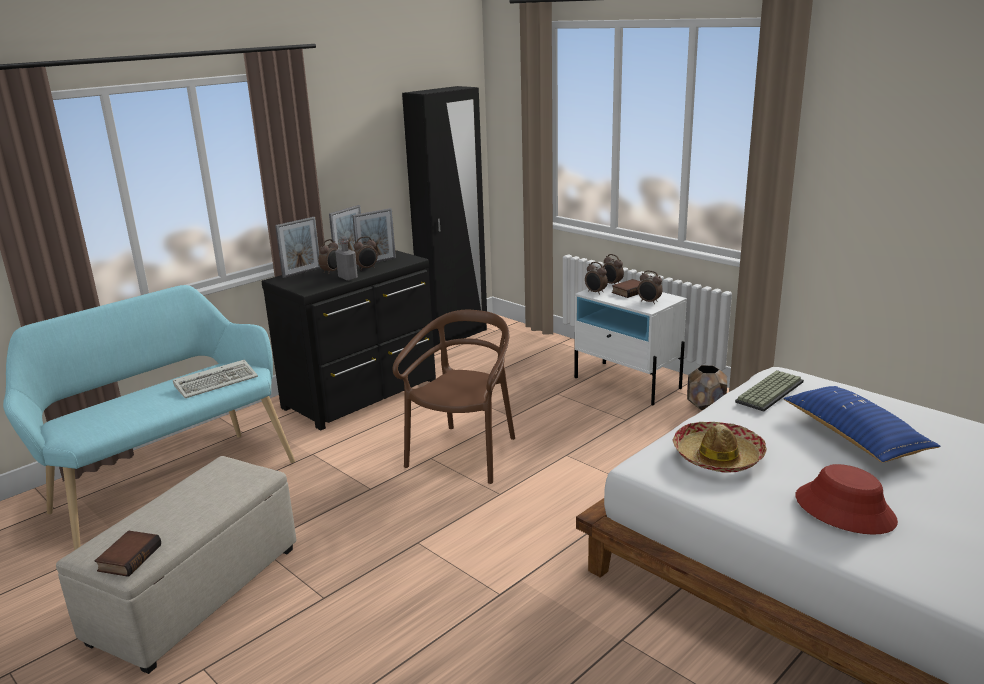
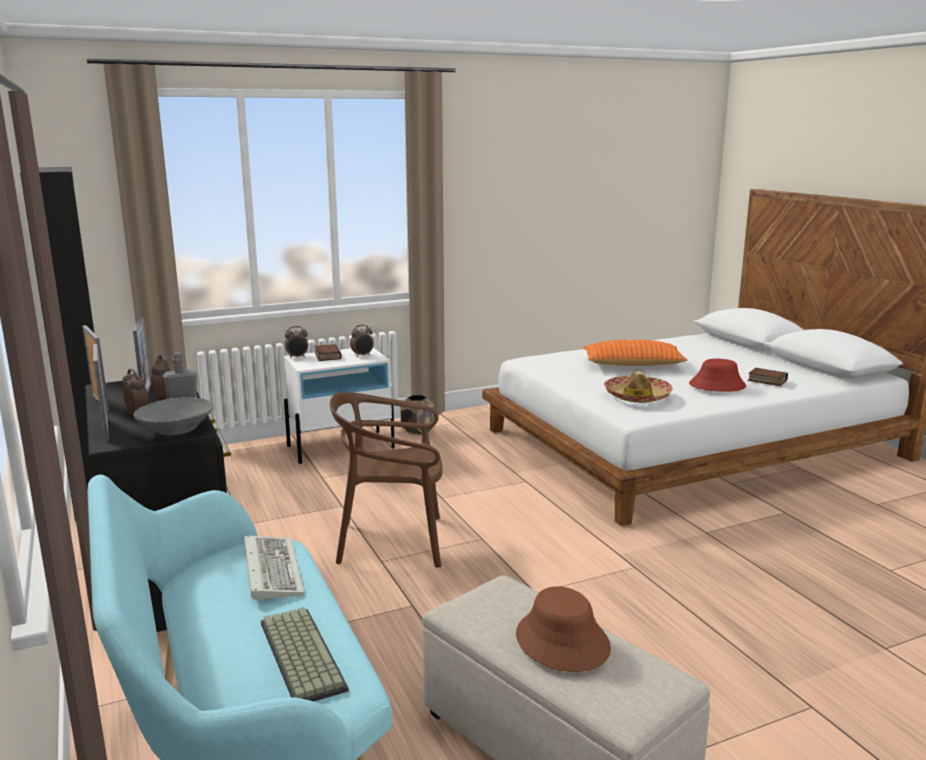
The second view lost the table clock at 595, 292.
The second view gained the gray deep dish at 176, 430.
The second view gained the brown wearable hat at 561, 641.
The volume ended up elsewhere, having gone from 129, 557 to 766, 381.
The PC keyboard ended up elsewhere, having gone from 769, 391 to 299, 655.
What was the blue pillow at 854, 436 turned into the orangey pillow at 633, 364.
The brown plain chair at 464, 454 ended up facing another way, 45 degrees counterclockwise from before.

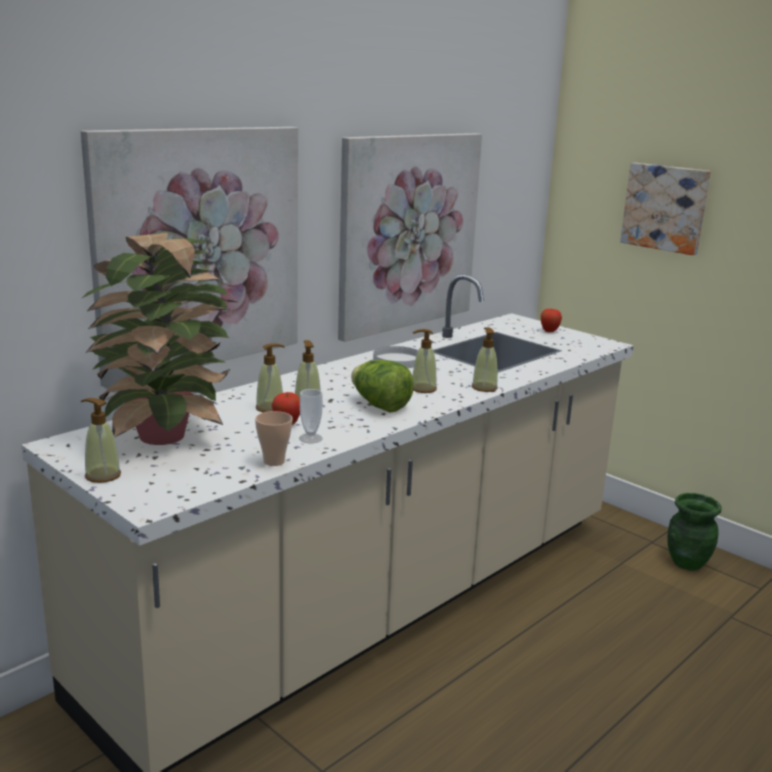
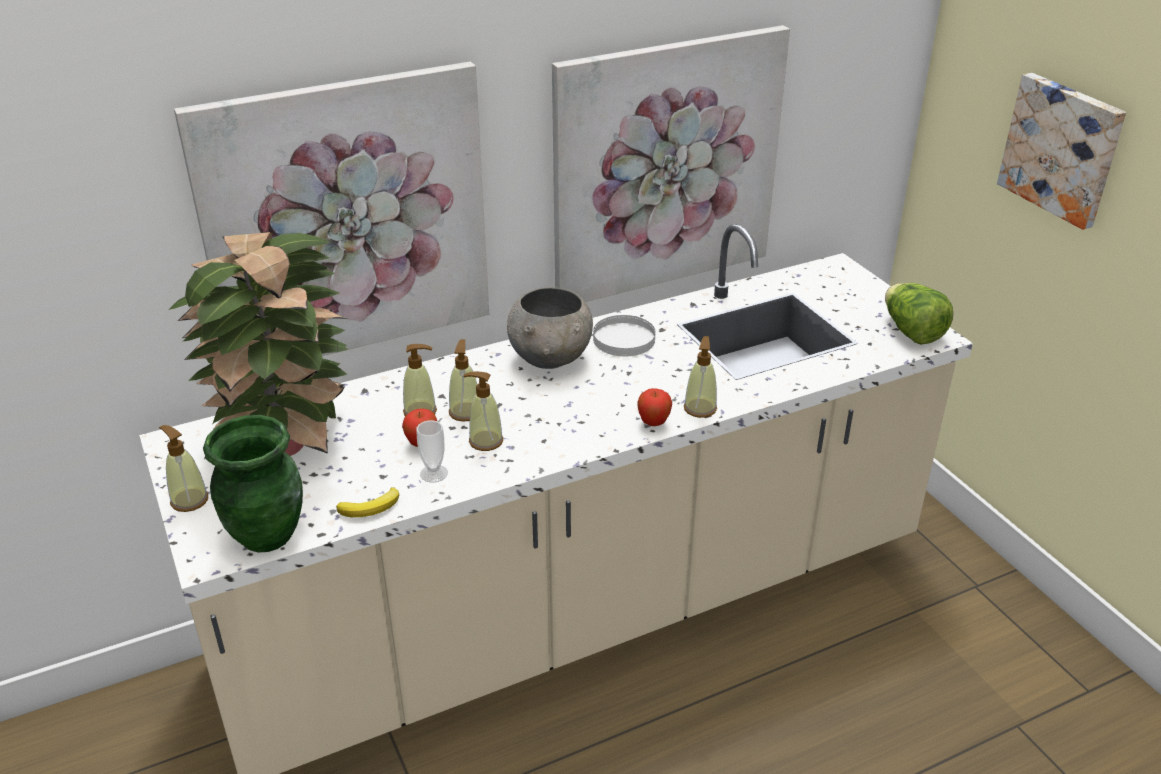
The second view gained the gray deep dish at 551, 359.
The lettuce ended up elsewhere, having gone from 379, 405 to 911, 332.
The liquid soap bottle ended up elsewhere, having gone from 423, 389 to 485, 441.
The whole apple ended up elsewhere, having gone from 549, 331 to 653, 423.
The green vase ended up elsewhere, having gone from 687, 562 to 267, 534.
Where the drinking cup stood at 274, 461, the whole banana came to stand at 371, 507.

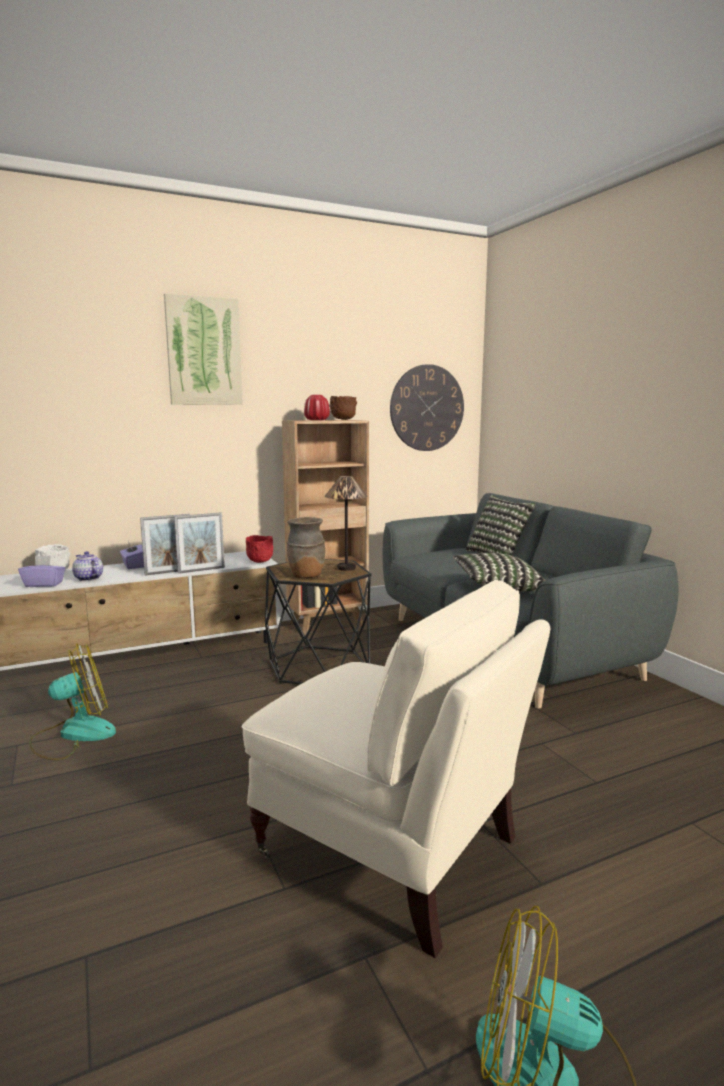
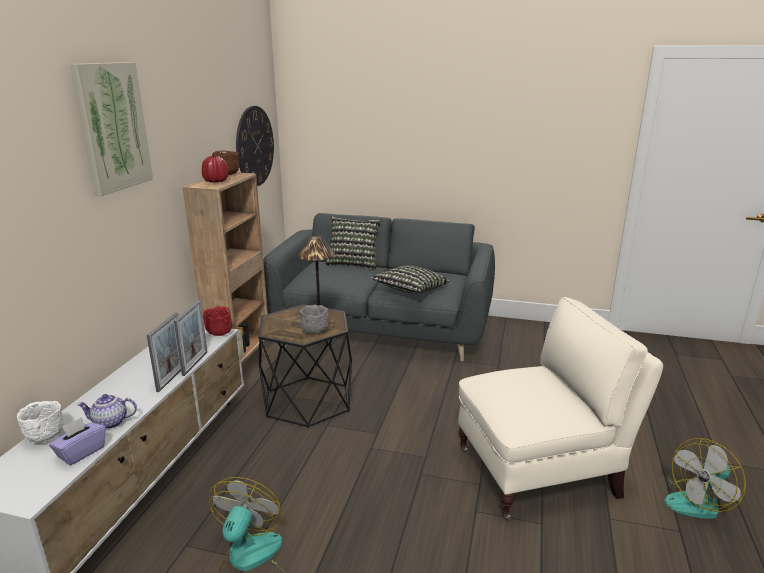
The second view lost the purplish box of tissues at 133, 566.
Where the brown vase stood at 306, 576, the gray deep dish came to stand at 314, 332.

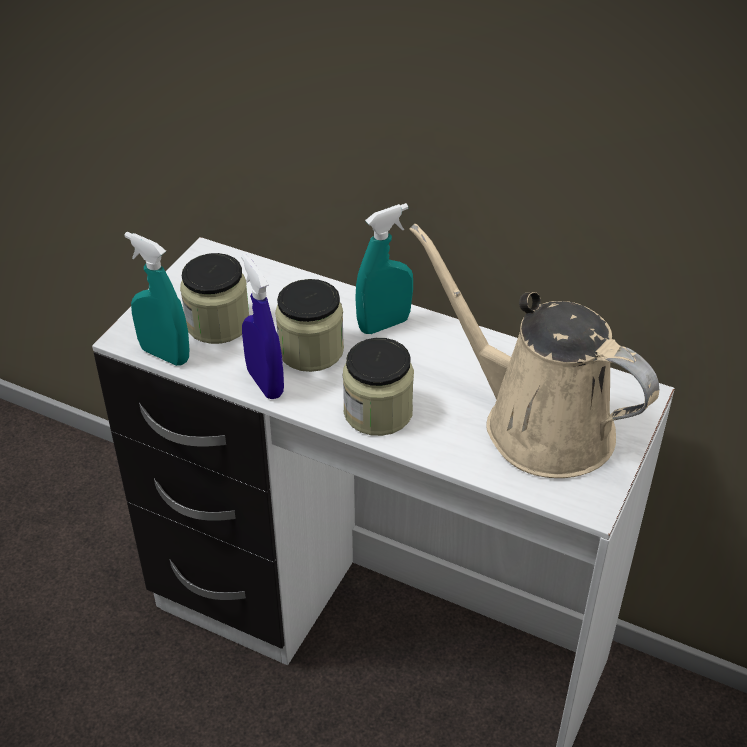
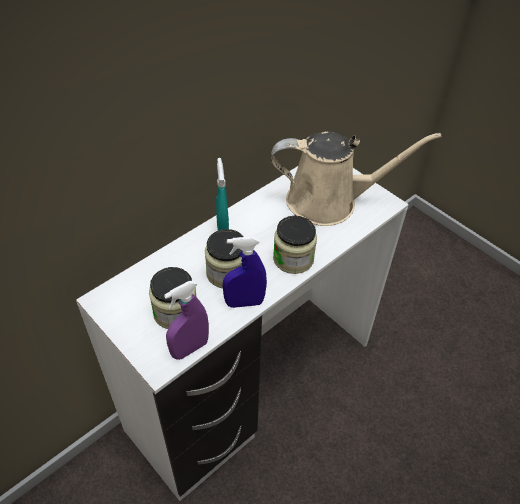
What was the turquoise sprayer at 165, 354 turned into the purplish sprayer at 190, 348.
The beige sprinkling can at 537, 423 ended up facing another way, 150 degrees counterclockwise from before.

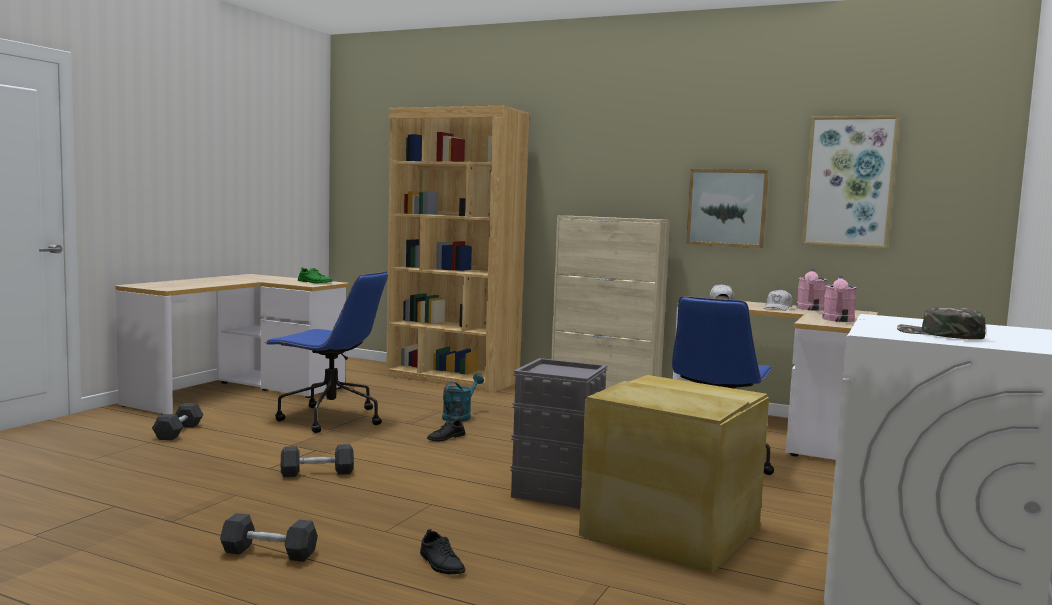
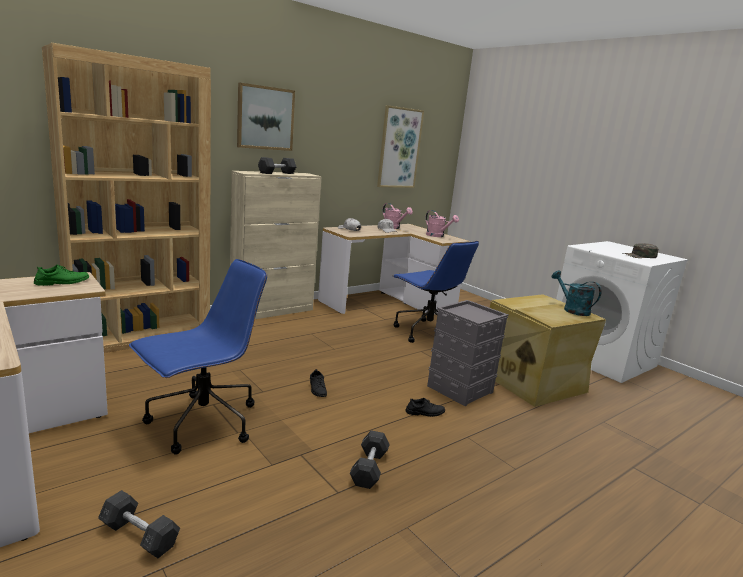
The gray free weight ended up elsewhere, having gone from 269, 553 to 277, 173.
The black-coloured low shoe ended up elsewhere, having gone from 441, 564 to 425, 412.
The turquoise sprinkling can ended up elsewhere, having gone from 459, 416 to 572, 309.
The wall picture ended up elsewhere, having gone from 727, 208 to 265, 118.

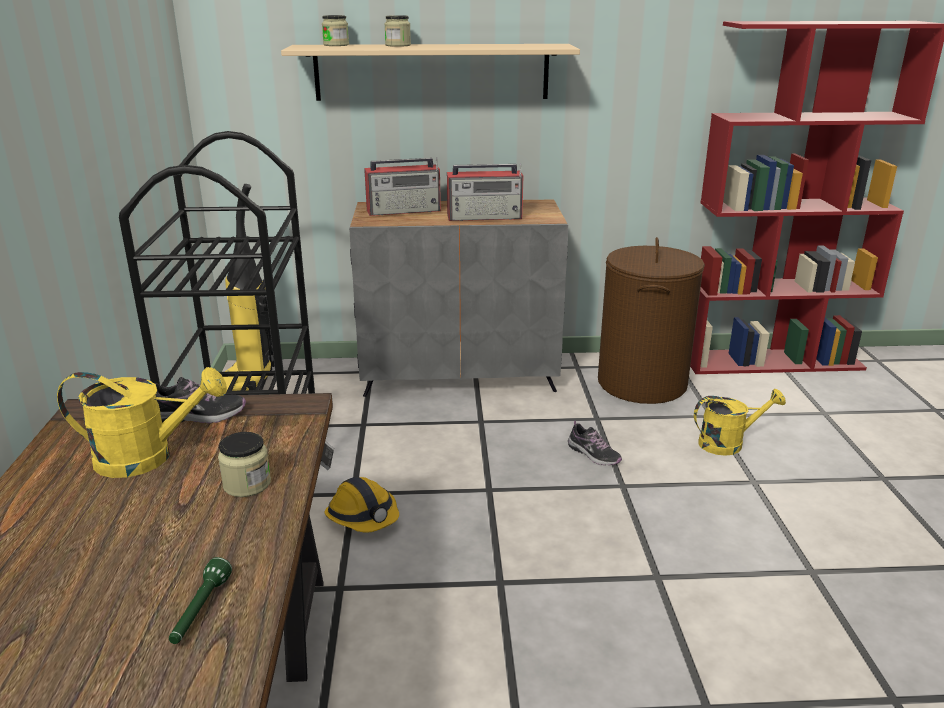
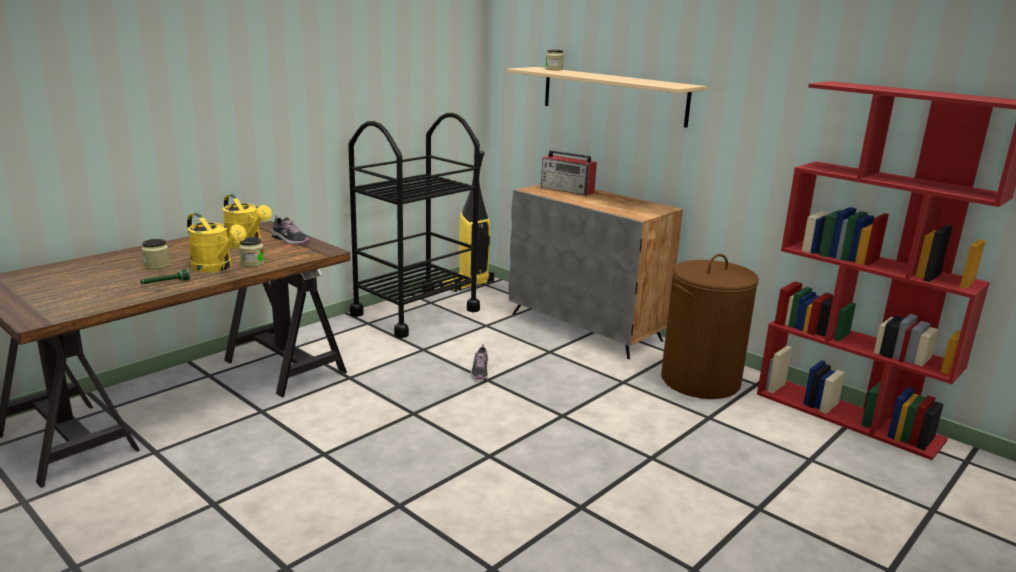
The second view lost the work helmet at 363, 517.
The second view lost the radio at 485, 217.
The preserve jar ended up elsewhere, having gone from 398, 45 to 157, 265.
The low shoe ended up elsewhere, having gone from 593, 454 to 480, 371.
The yellowish sprinkling can ended up elsewhere, having gone from 728, 443 to 216, 267.

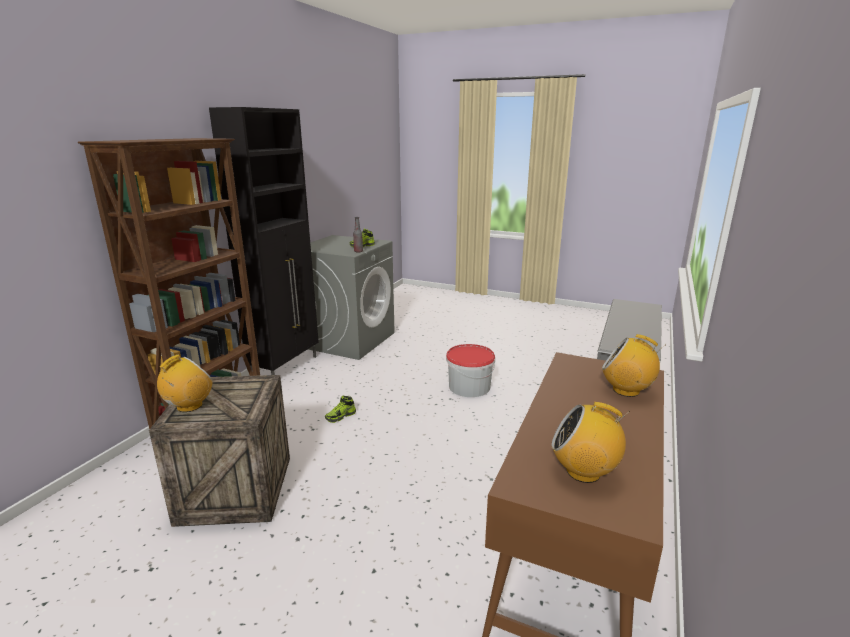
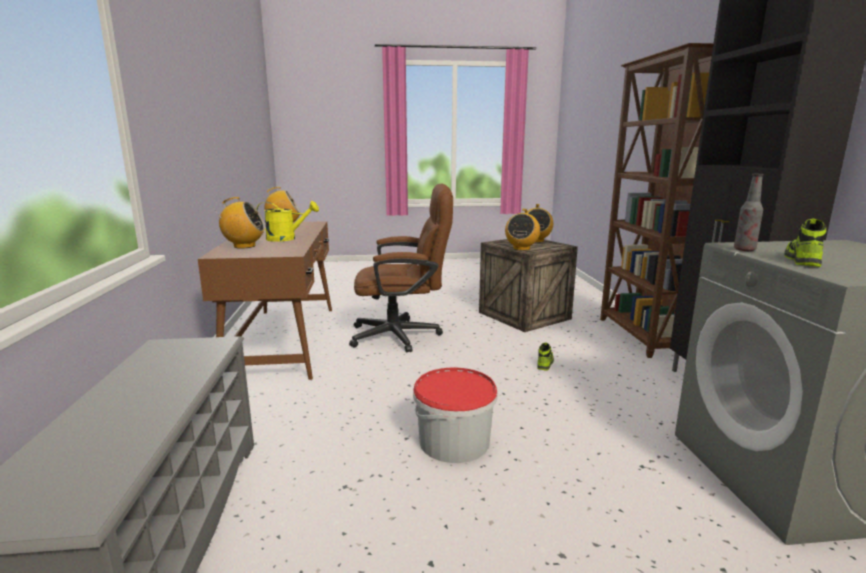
The second view gained the yellowish sprinkling can at 286, 239.
The second view gained the brown computer chair at 404, 335.
The second view gained the radio at 521, 248.

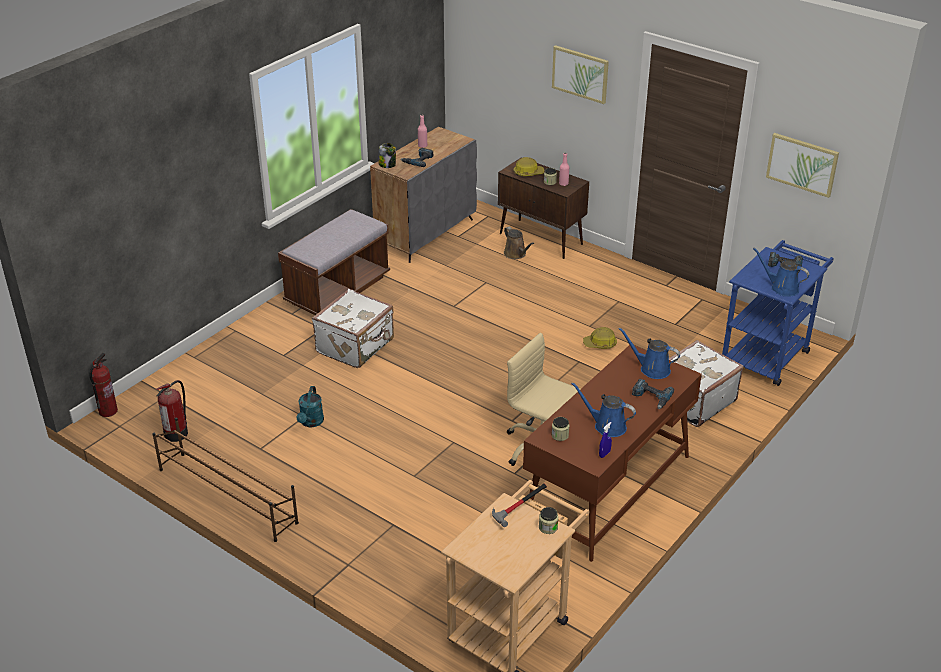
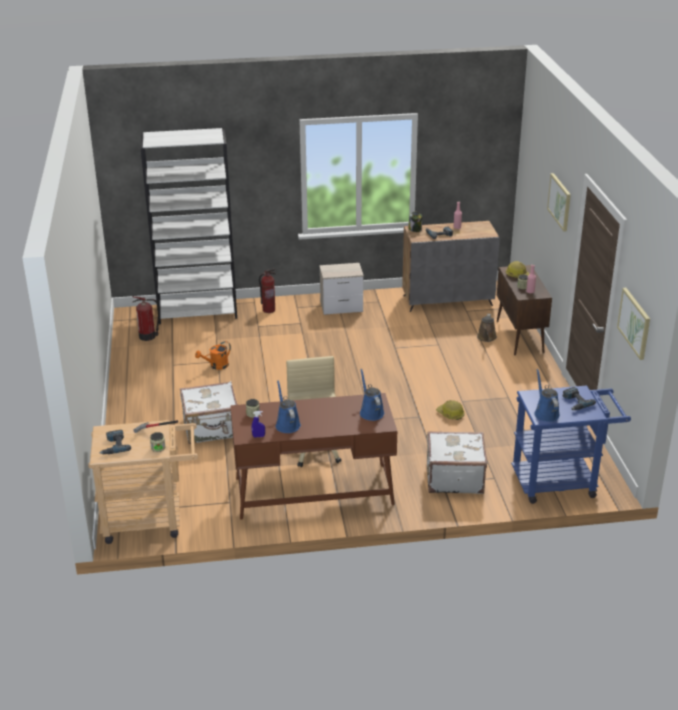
The second view lost the brown shoe shelf at 227, 495.
The second view gained the whitish bookcase at 198, 311.
The fire extinguisher ended up elsewhere, having gone from 108, 411 to 269, 310.
The whitish suitcase ended up elsewhere, having gone from 356, 346 to 211, 429.
The drill ended up elsewhere, having gone from 651, 397 to 114, 446.
Where the brown bench stood at 337, 290, the bedside table came to stand at 342, 307.
What was the turquoise sprinkling can at 311, 423 turned into the orangey sprinkling can at 216, 366.

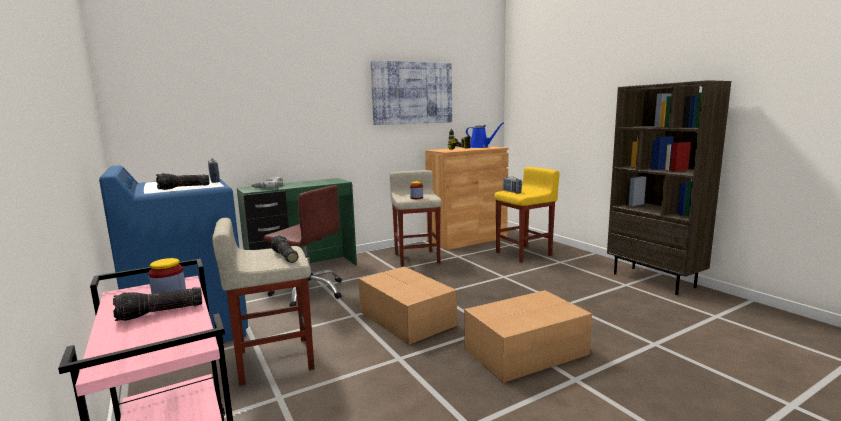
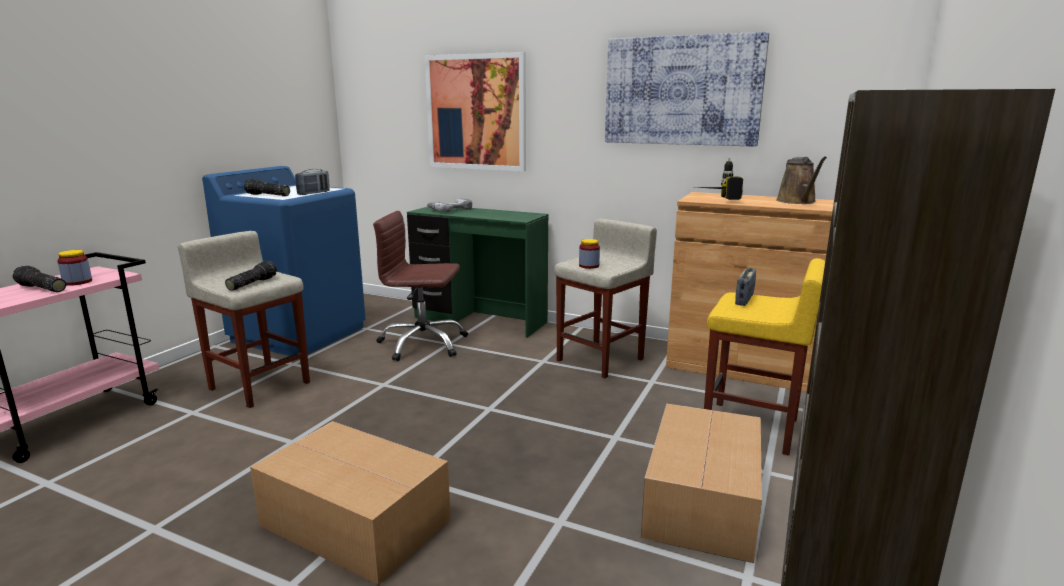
The second view gained the wall picture at 476, 112.
The carton ended up elsewhere, having gone from 406, 318 to 703, 500.
What was the blue sprinkling can at 481, 147 turned into the brown sprinkling can at 797, 202.
The brown computer chair at 309, 292 ended up facing another way, 105 degrees clockwise from before.

